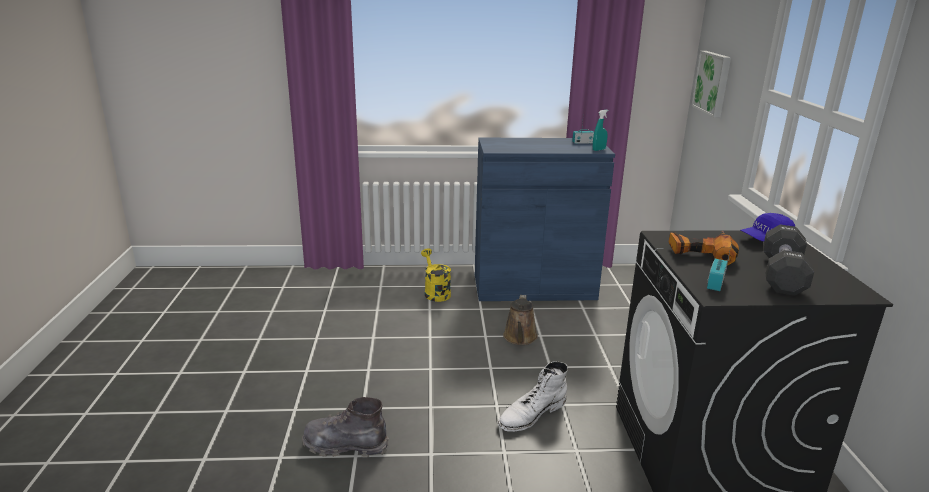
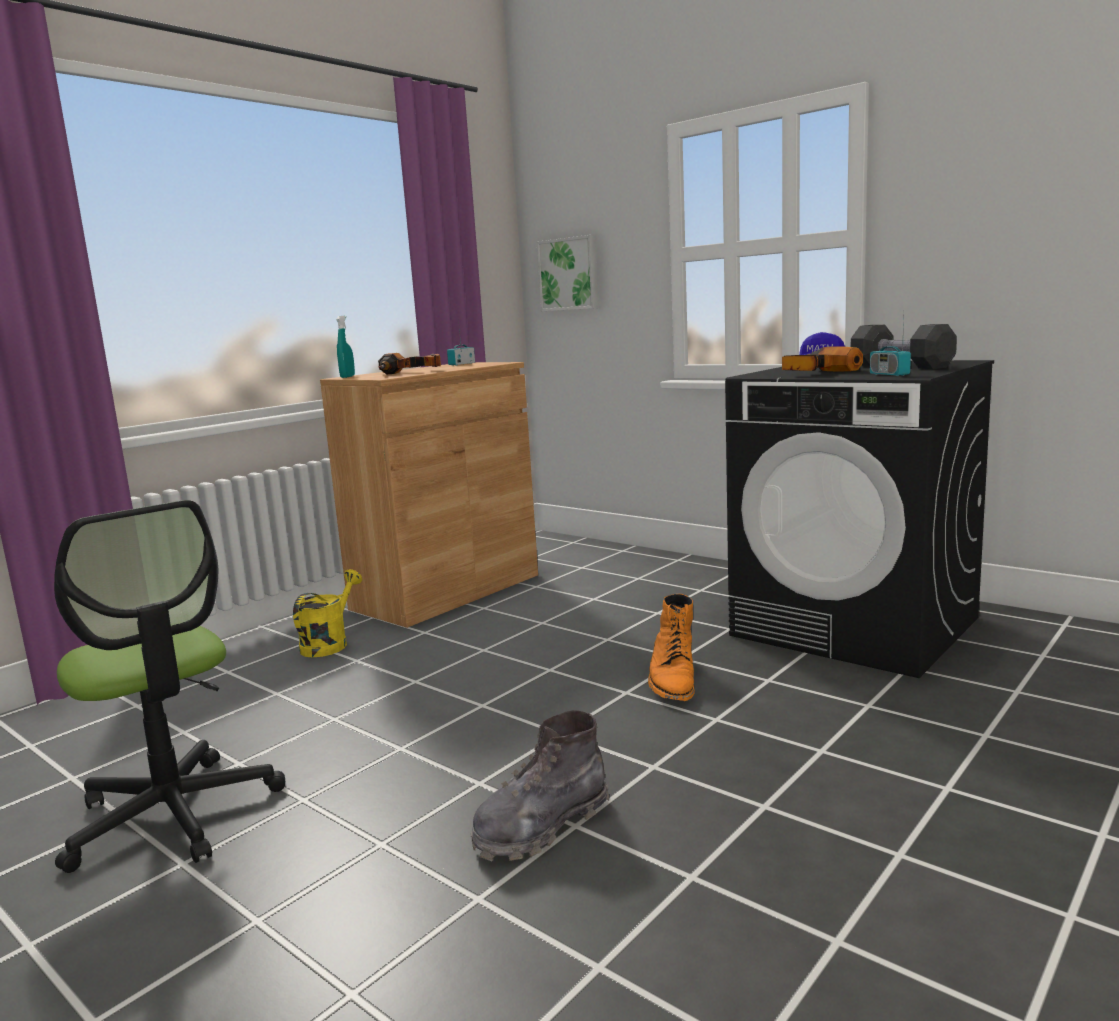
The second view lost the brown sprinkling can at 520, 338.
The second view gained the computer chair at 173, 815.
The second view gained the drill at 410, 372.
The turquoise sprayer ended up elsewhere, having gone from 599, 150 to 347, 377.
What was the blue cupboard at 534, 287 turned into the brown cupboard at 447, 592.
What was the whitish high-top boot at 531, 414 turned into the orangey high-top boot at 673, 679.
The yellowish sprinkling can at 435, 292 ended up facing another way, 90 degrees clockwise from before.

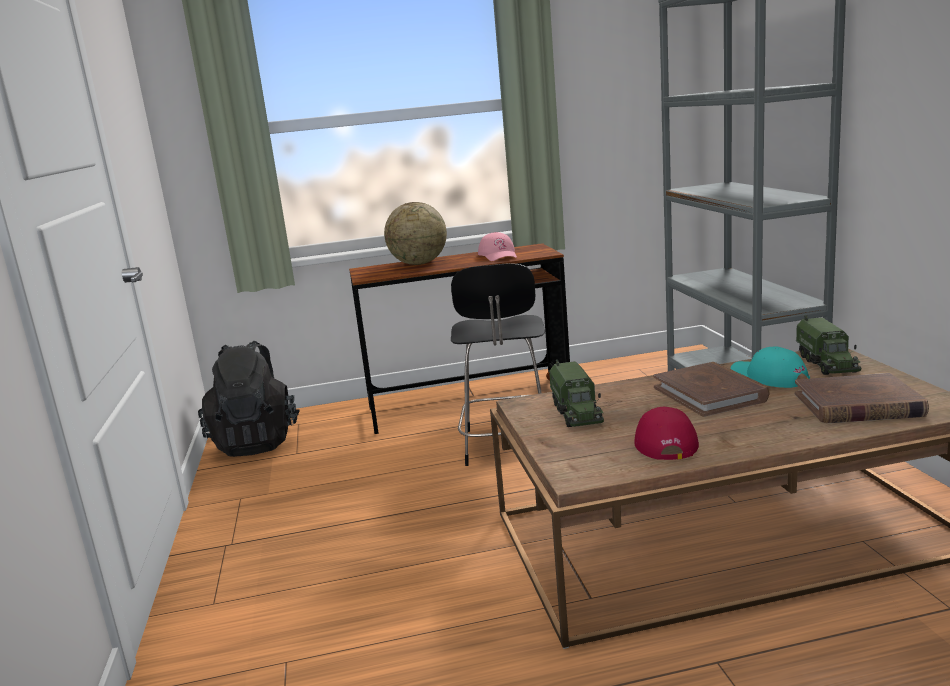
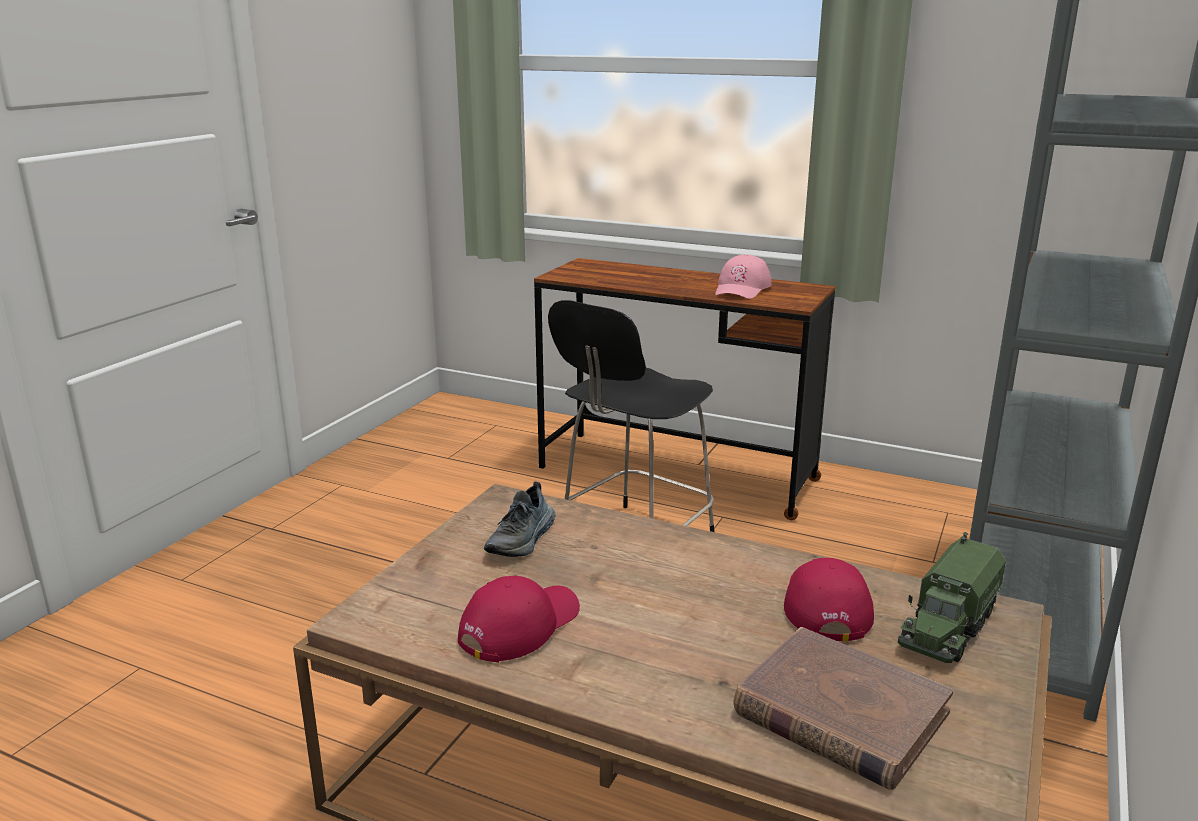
The second view lost the black-coloured backpack at 256, 442.
The second view lost the desk globe at 419, 264.
The second view lost the brown volume at 710, 394.
Where the toy lorry stood at 577, 413, the low shoe came to stand at 523, 540.
What was the turquoise peaked cap at 768, 377 turned into the red-coloured peaked cap at 824, 604.

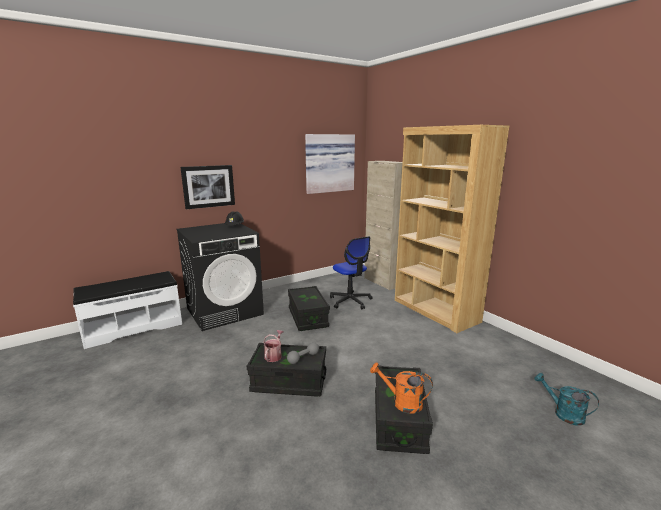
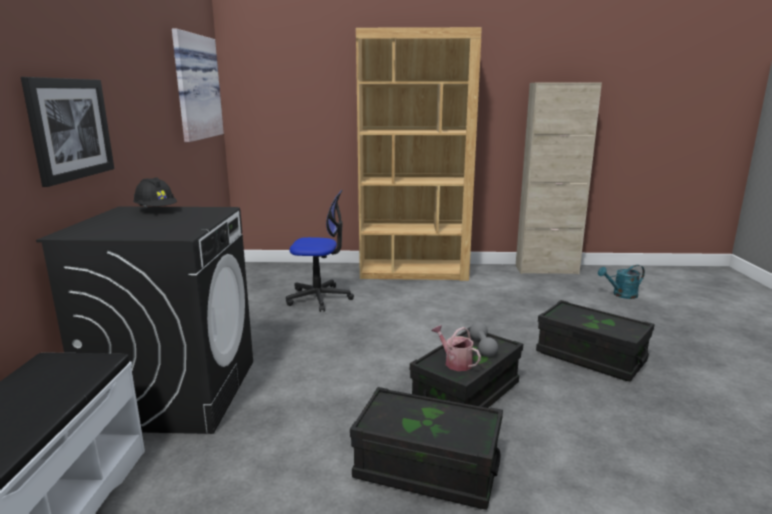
The second view lost the orangey sprinkling can at 402, 402.
The black-coloured storage bin ended up elsewhere, having gone from 308, 317 to 427, 469.
The beige cupboard ended up elsewhere, having gone from 382, 282 to 546, 270.

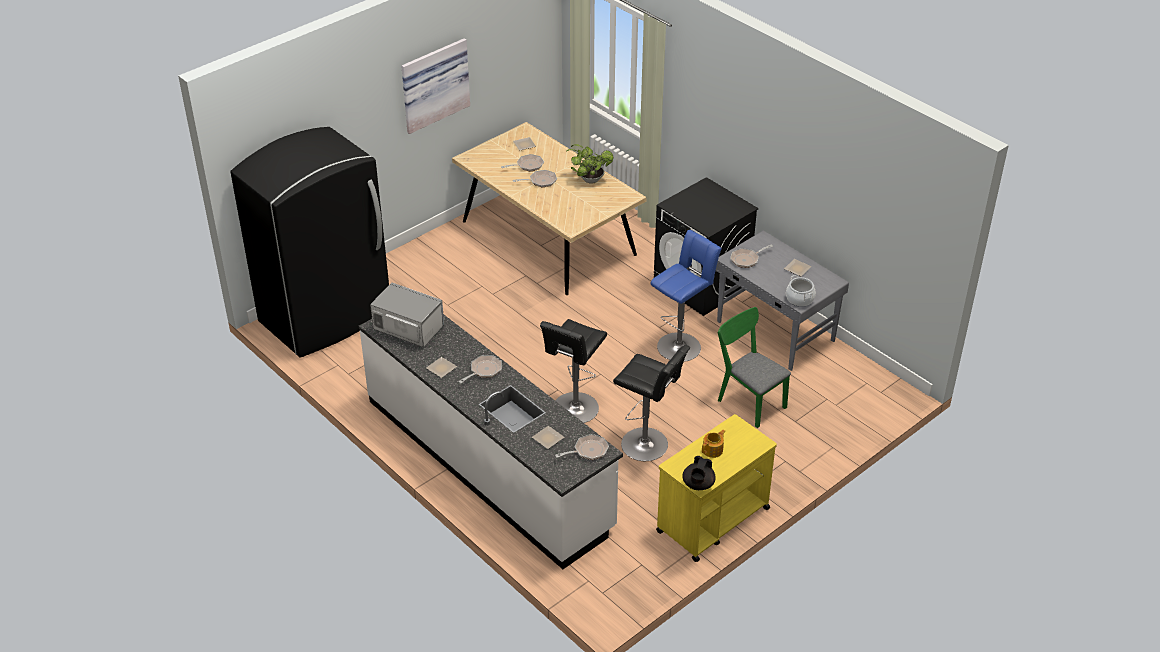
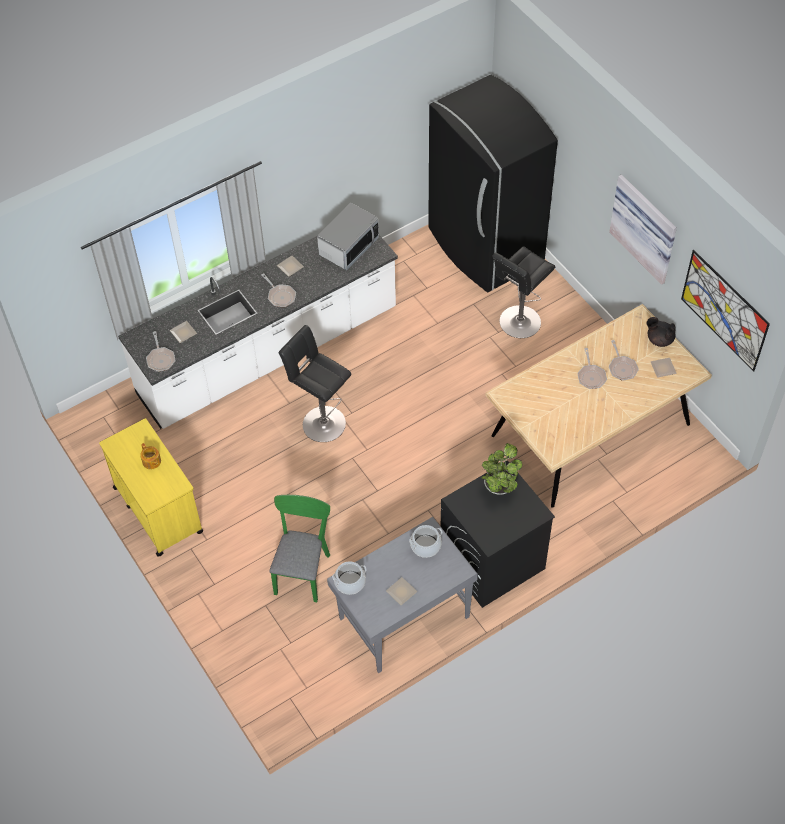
The second view lost the blue sitting stool at 681, 345.
The second view gained the wall picture at 724, 310.
The potted plant ended up elsewhere, having gone from 589, 179 to 499, 485.
The black-coloured sitting stool ended up elsewhere, having gone from 648, 445 to 518, 324.
The black-coloured teapot ended up elsewhere, having gone from 698, 485 to 659, 339.
Where the pan stood at 746, 259, the cooking pot came to stand at 425, 546.
The green plain chair at 748, 401 ended up facing another way, 45 degrees counterclockwise from before.

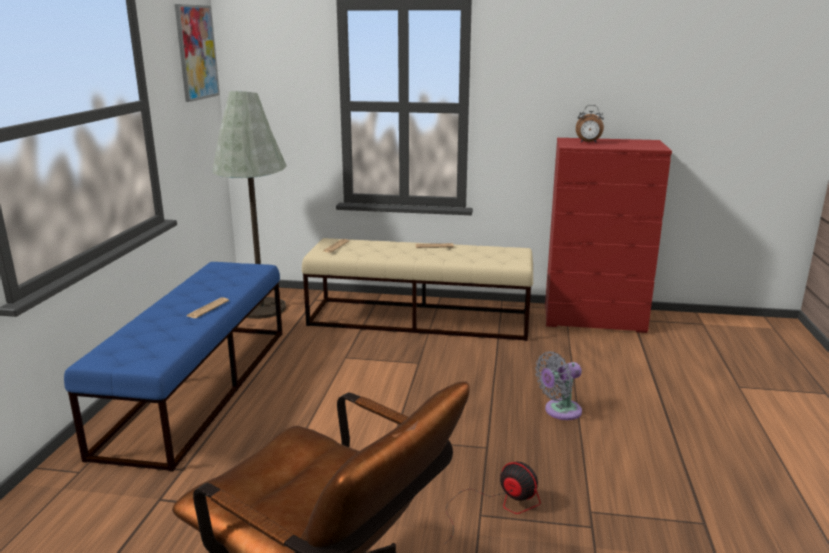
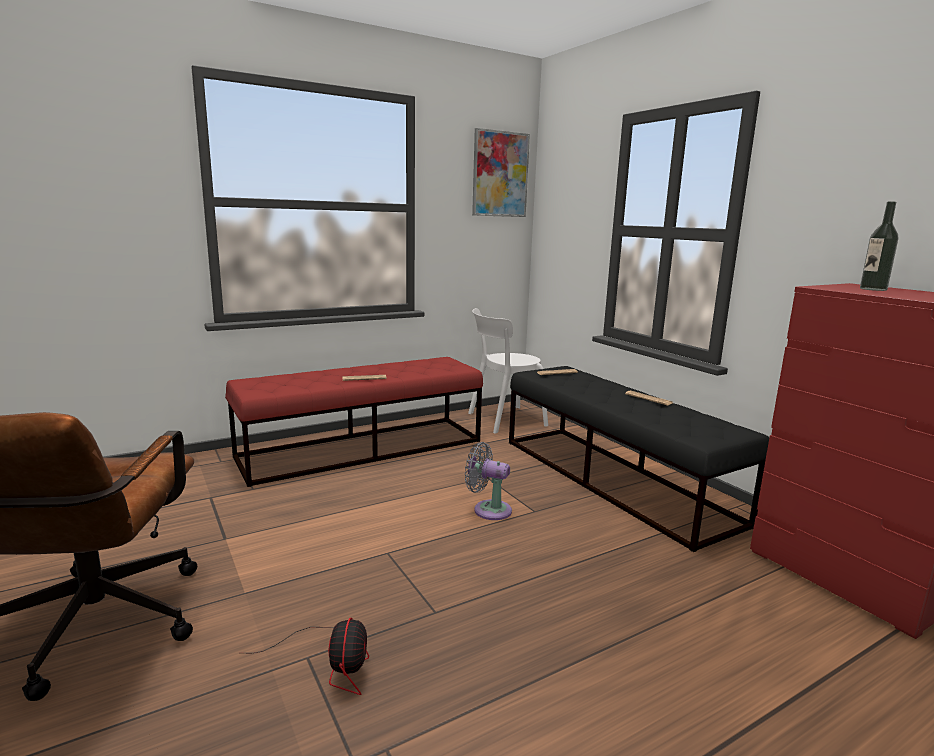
The gray electric fan ended up elsewhere, having gone from 559, 411 to 488, 509.
Where the gray floor lamp stood at 261, 309, the whitish plain chair came to stand at 503, 420.
Where the table clock stood at 588, 142, the drink bottle came to stand at 873, 289.
What was the blue bench at 199, 386 turned into the red-coloured bench at 363, 448.
What was the beige bench at 420, 319 turned into the black-coloured bench at 614, 479.

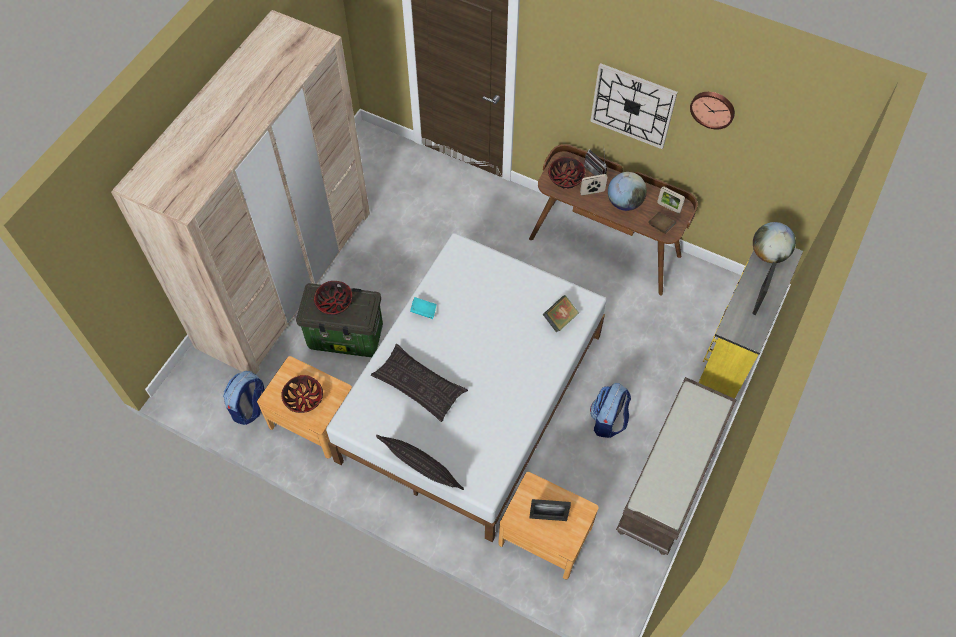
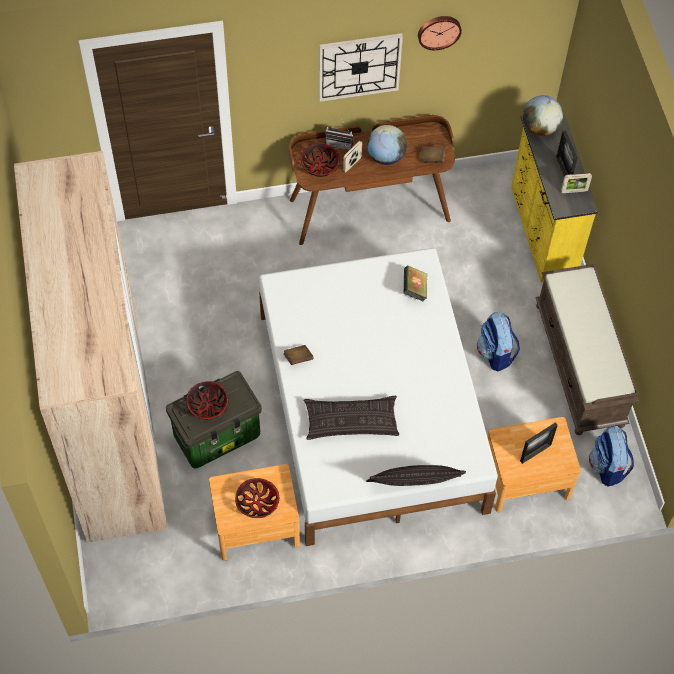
The backpack ended up elsewhere, having gone from 250, 408 to 607, 467.
The photo frame ended up elsewhere, having gone from 668, 207 to 574, 191.
What was the turquoise volume at 423, 311 turned into the brown volume at 298, 358.

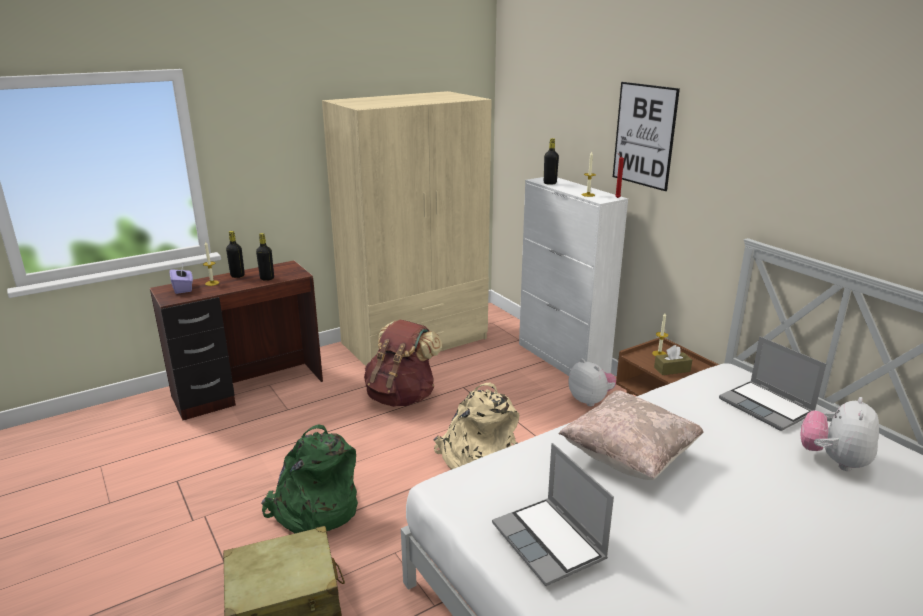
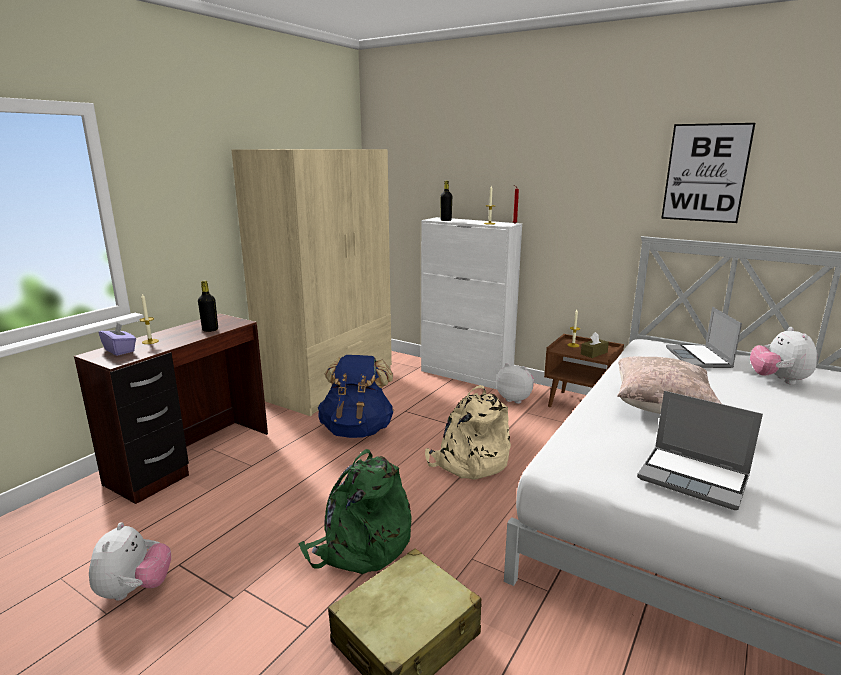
The second view lost the black-coloured drink bottle at 237, 276.
The second view gained the soft toy at 134, 590.
The wall picture ended up elsewhere, having gone from 644, 135 to 705, 173.
What was the brown backpack at 402, 396 turned into the blue backpack at 357, 430.
The notebook computer at 767, 407 ended up facing another way, 60 degrees clockwise from before.

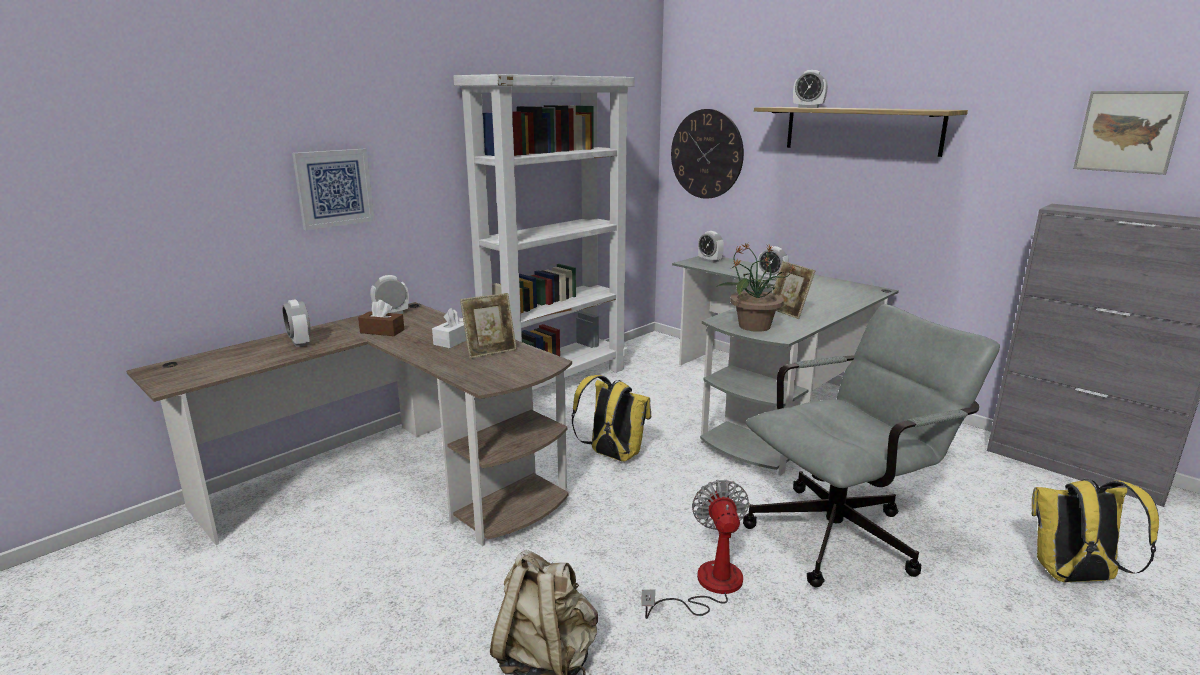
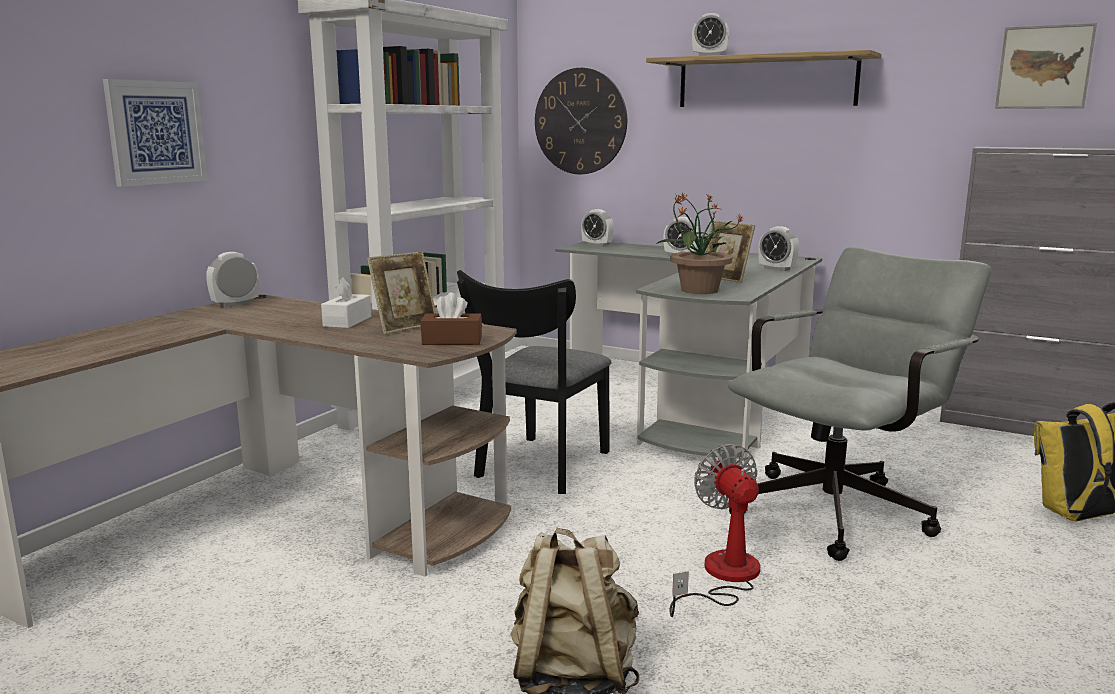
The table clock ended up elsewhere, having gone from 300, 342 to 777, 269.
The brown box of tissues ended up elsewhere, having gone from 382, 331 to 452, 341.
Where the yellowish backpack stood at 612, 455, the black-coloured plain chair came to stand at 539, 468.

